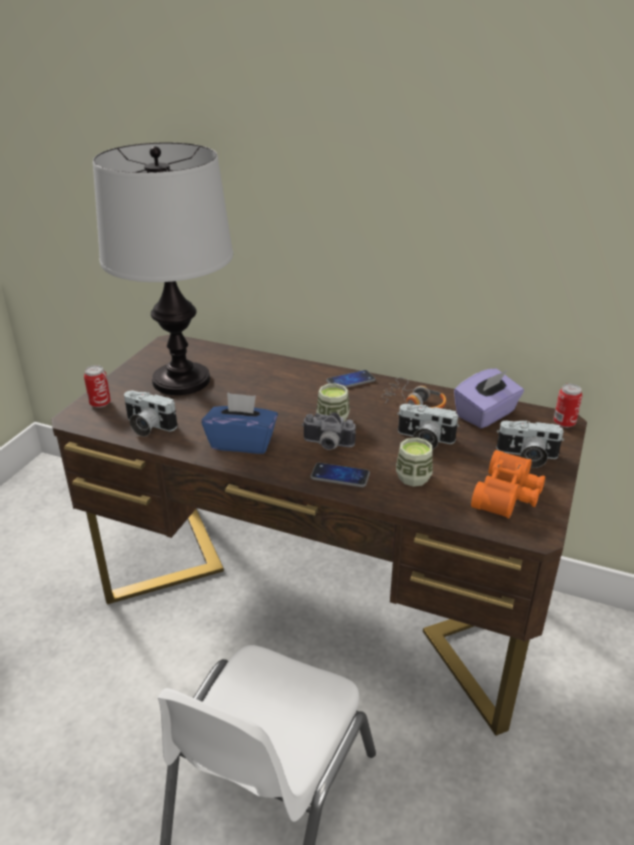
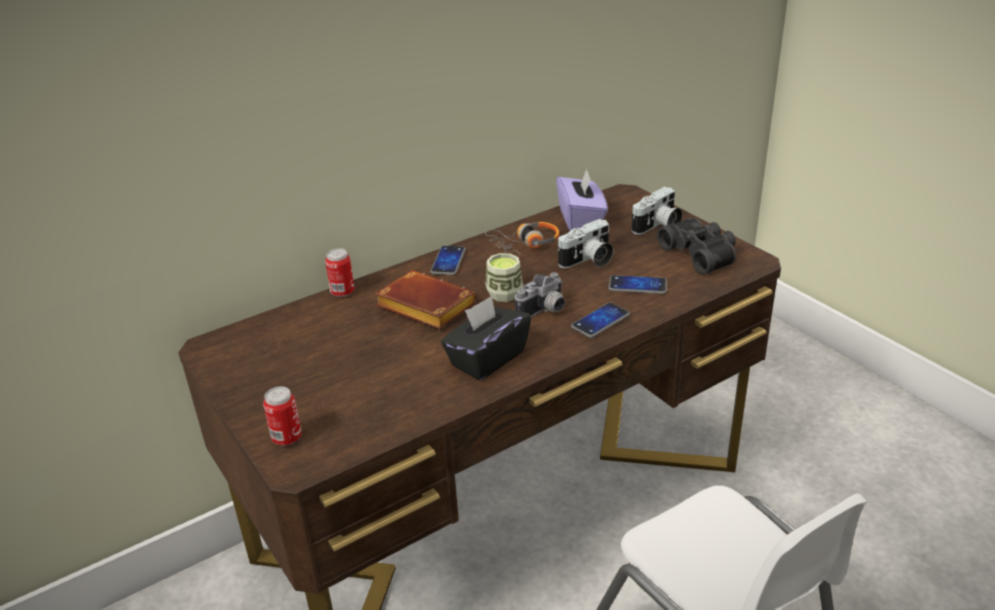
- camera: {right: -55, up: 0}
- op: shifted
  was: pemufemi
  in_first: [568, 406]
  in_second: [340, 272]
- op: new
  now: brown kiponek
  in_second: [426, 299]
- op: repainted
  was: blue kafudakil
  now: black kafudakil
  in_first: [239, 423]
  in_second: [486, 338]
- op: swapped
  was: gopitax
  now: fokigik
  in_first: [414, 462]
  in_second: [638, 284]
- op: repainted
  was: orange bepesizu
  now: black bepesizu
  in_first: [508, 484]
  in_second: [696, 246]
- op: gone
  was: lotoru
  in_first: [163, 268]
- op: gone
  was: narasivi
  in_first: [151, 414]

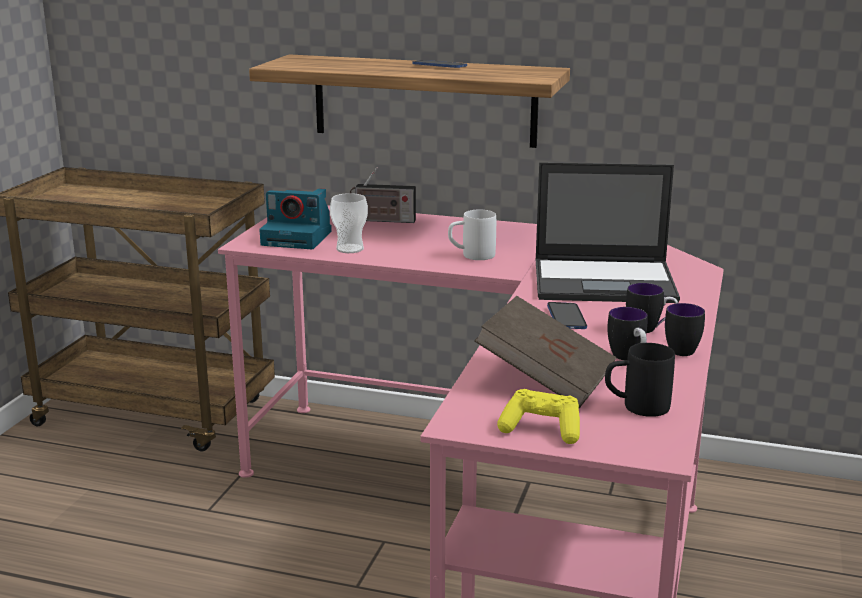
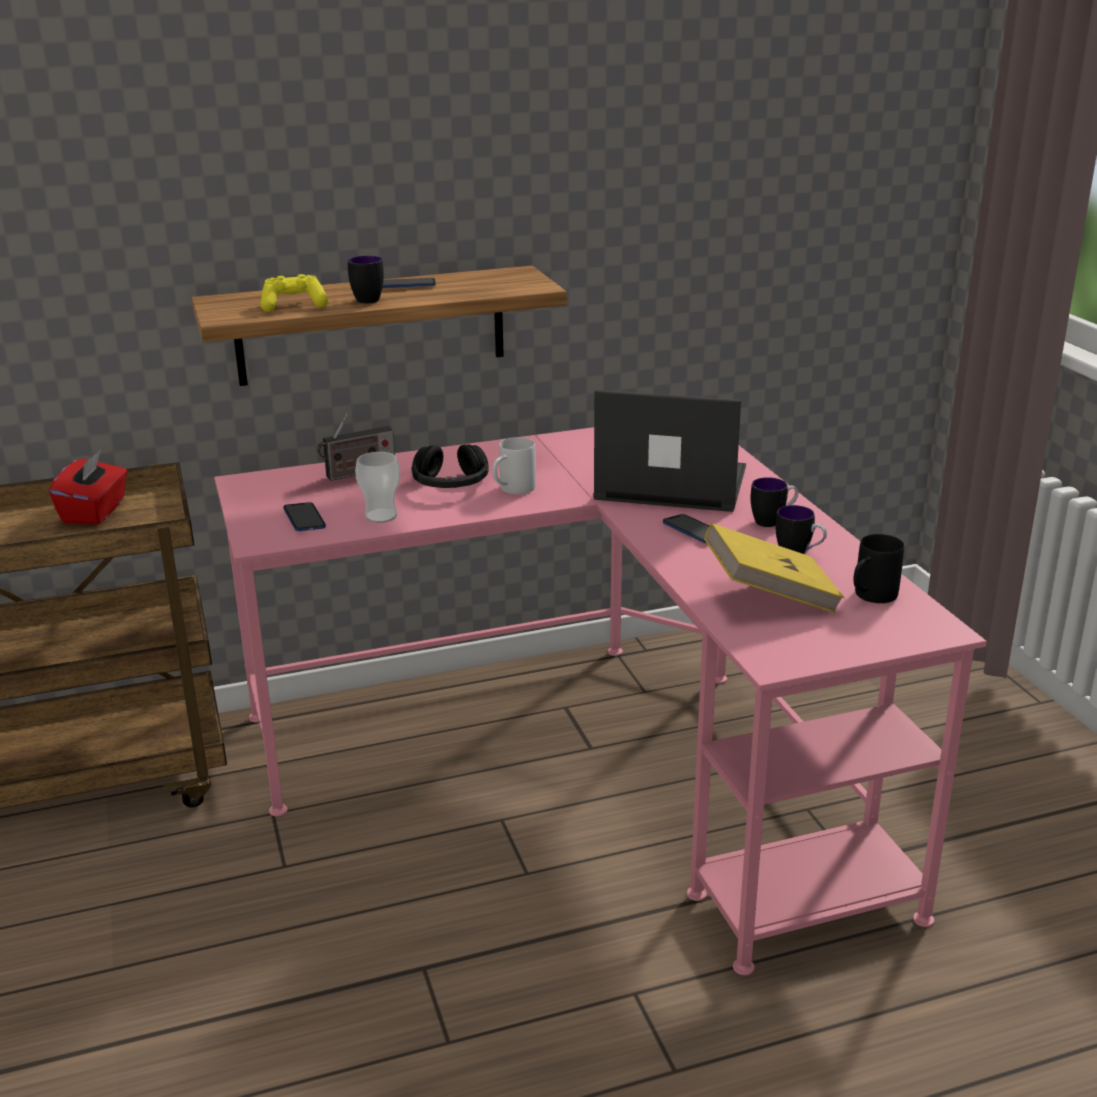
- camera: {right: -35, up: 5}
- op: new
  now: red kafudakil
  in_second: [88, 487]
- op: shifted
  was: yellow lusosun
  in_first: [538, 416]
  in_second: [294, 293]
- op: swapped
  was: narasivi
  now: fokigik
  in_first: [295, 218]
  in_second: [304, 516]
- op: shifted
  was: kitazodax
  in_first: [685, 329]
  in_second: [366, 280]
- op: new
  now: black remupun
  in_second: [450, 466]
- op: rotated
  was: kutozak
  in_first: [608, 232]
  in_second: [669, 451]
  clockwise: -135
- op: repainted
  was: brown kiponek
  now: yellow kiponek
  in_first: [545, 352]
  in_second: [774, 568]

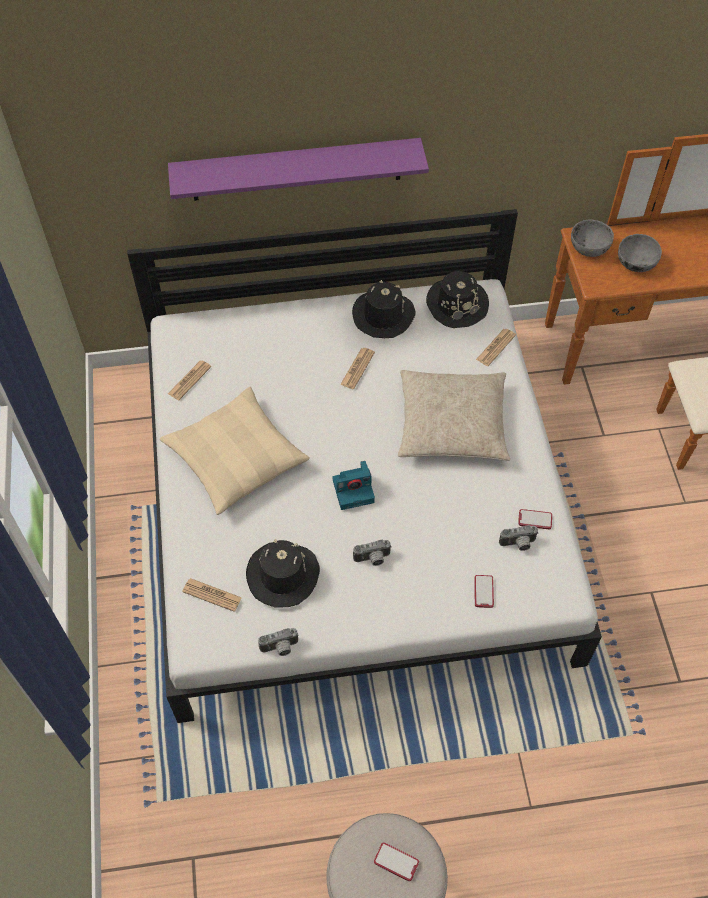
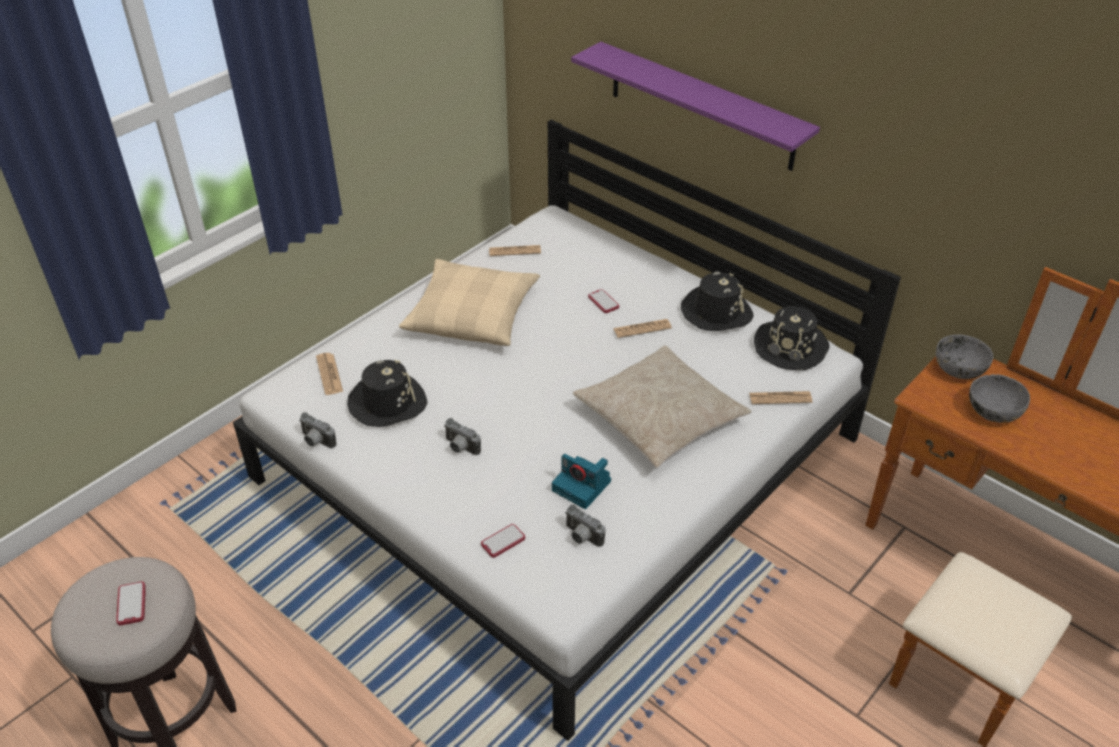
- camera: {right: 50, up: -15}
- op: shifted
  was: narasivi
  in_first: [353, 485]
  in_second: [581, 481]
- op: shifted
  was: fokigik
  in_first: [535, 519]
  in_second: [603, 301]

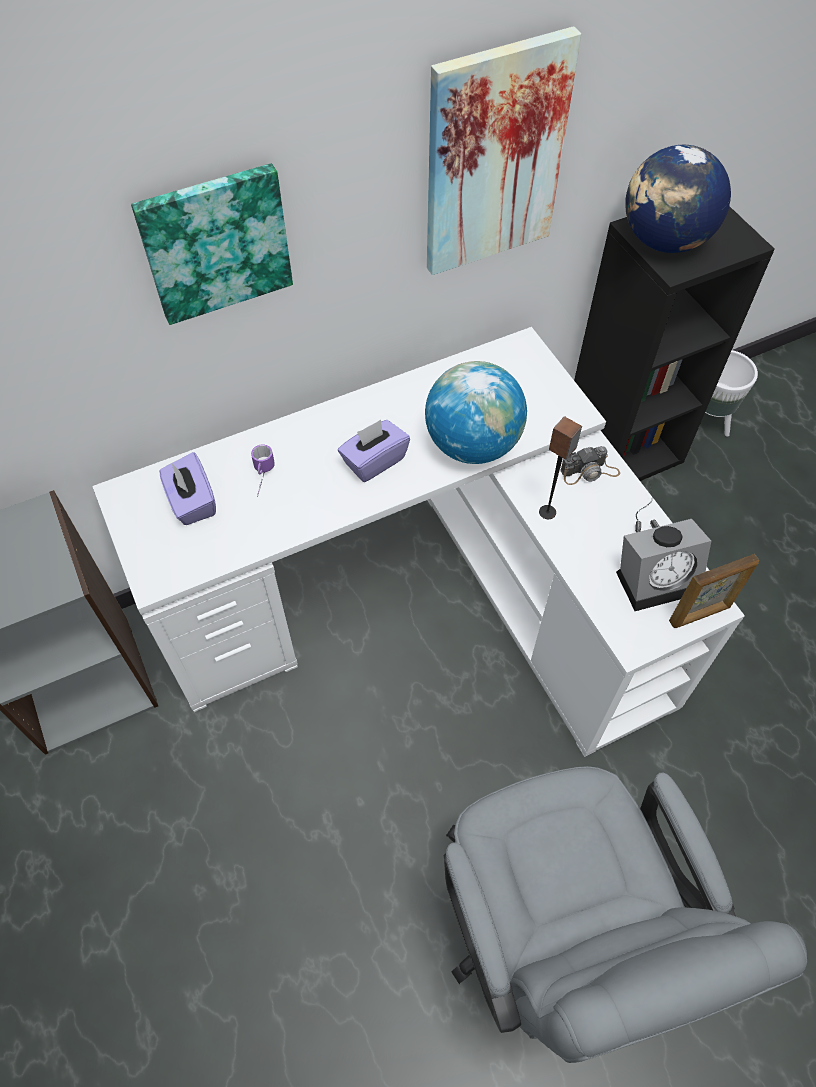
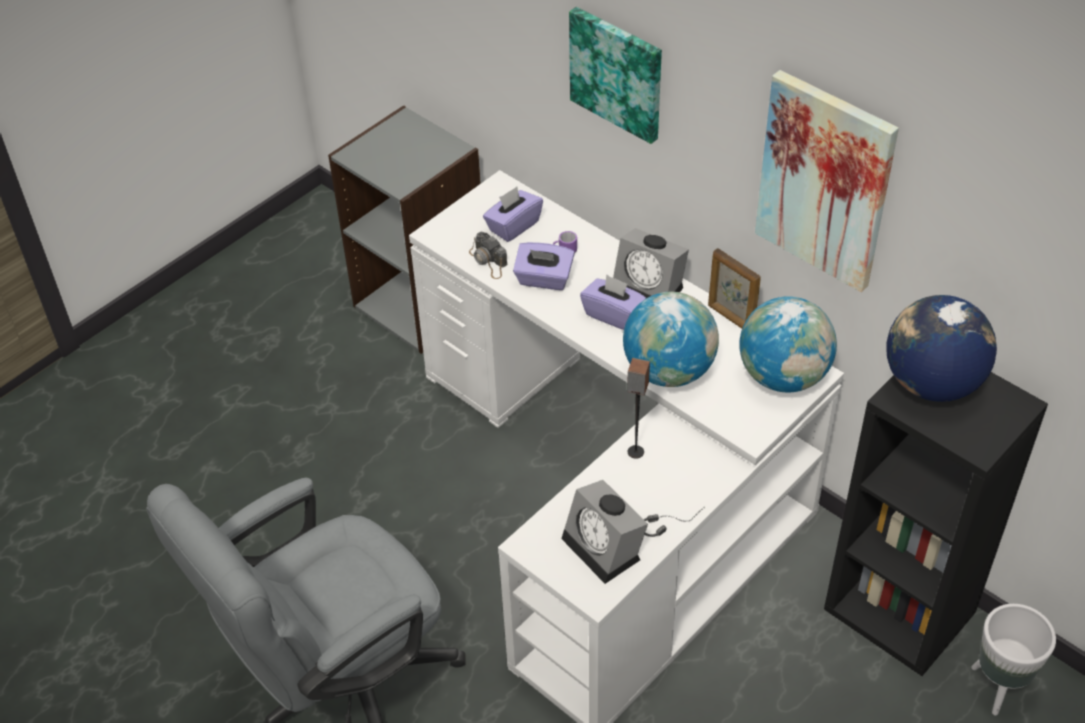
- camera: {right: 70, up: -10}
- op: shifted
  was: narasivi
  in_first: [590, 465]
  in_second: [488, 255]
- op: new
  now: purple kafudakil
  in_second: [544, 266]
- op: new
  now: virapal
  in_second: [651, 263]
- op: shifted
  was: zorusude
  in_first: [714, 591]
  in_second: [734, 288]
- op: new
  now: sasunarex
  in_second: [788, 344]

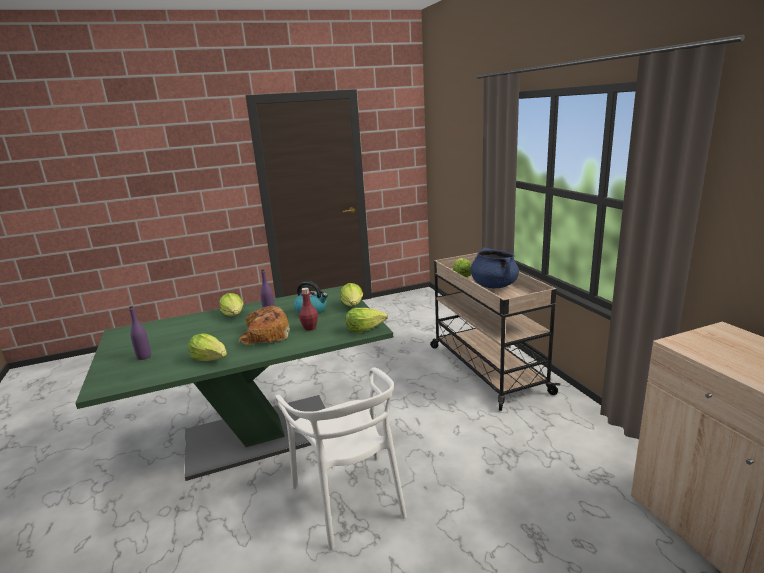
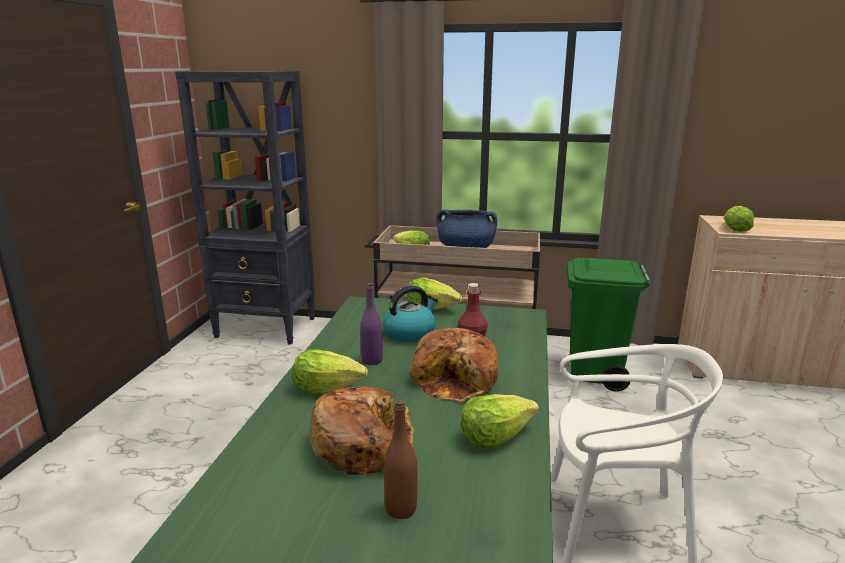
- camera: {right: -60, up: 0}
- op: new
  now: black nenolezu
  in_second: [245, 208]
- op: new
  now: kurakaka
  in_second: [362, 430]
- op: repainted
  was: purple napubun
  now: brown napubun
  in_first: [140, 333]
  in_second: [400, 459]
- op: new
  now: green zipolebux
  in_second: [609, 325]
- op: shifted
  was: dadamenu
  in_first: [367, 320]
  in_second: [739, 219]

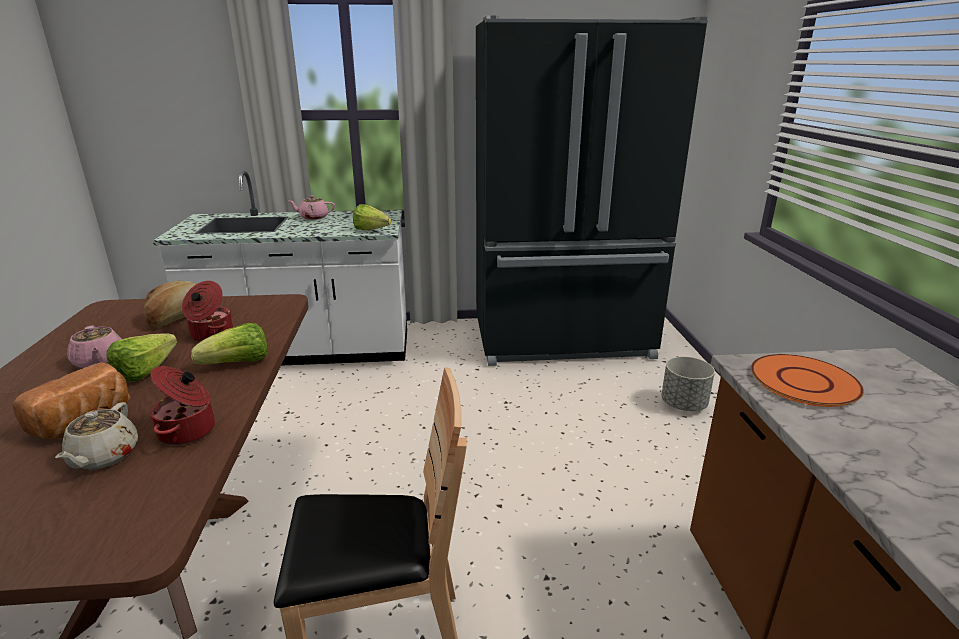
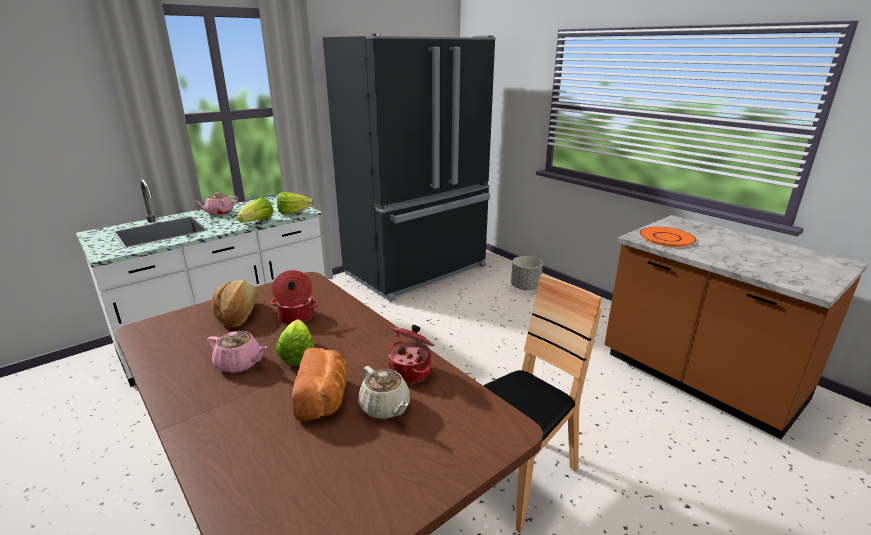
- camera: {right: -35, up: 0}
- op: shifted
  was: dadamenu
  in_first: [229, 343]
  in_second: [255, 210]

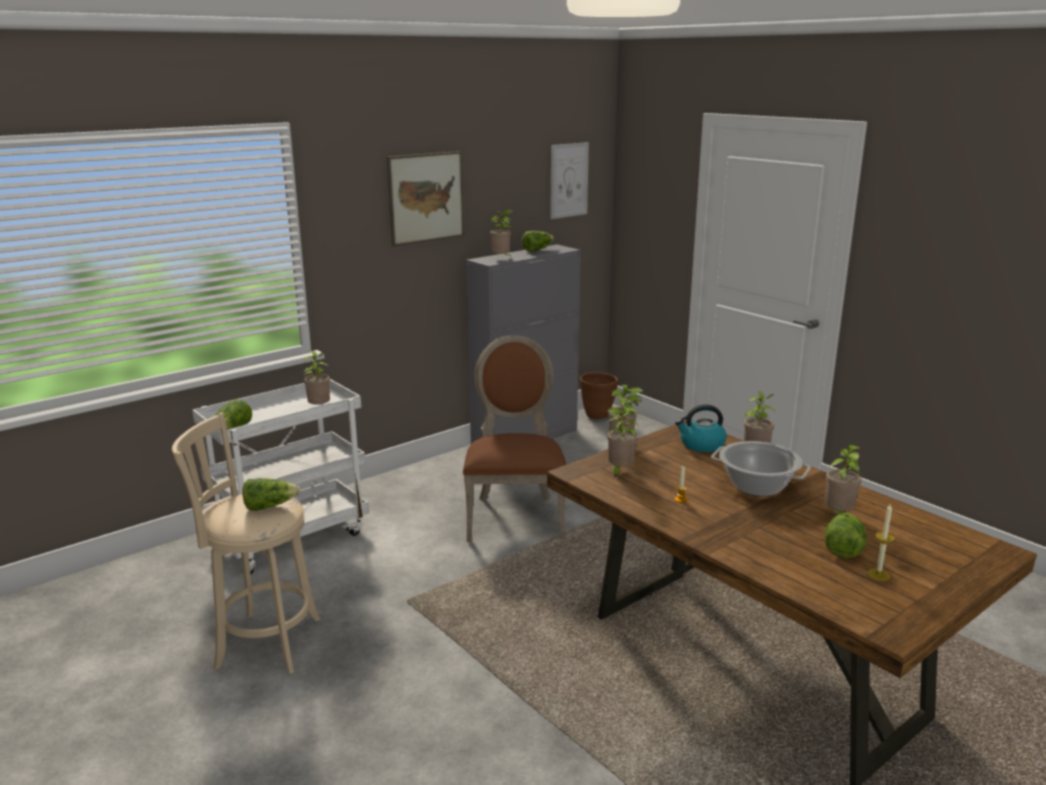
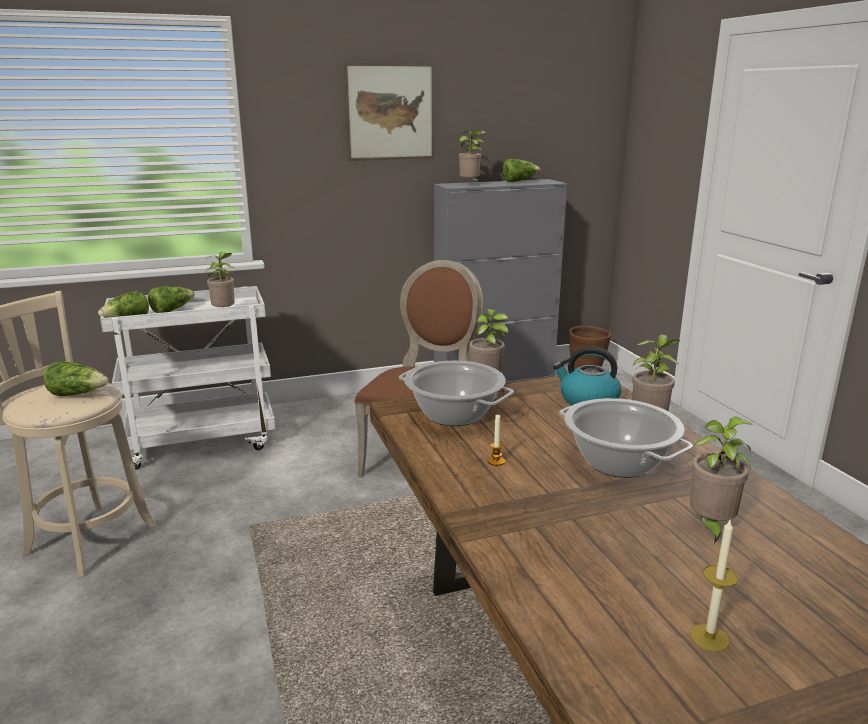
- camera: {right: 20, up: 0}
- op: shifted
  was: dadamenu
  in_first: [846, 535]
  in_second: [171, 299]
- op: swapped
  was: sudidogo
  now: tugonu
  in_first: [623, 442]
  in_second: [456, 393]
- op: gone
  was: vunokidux
  in_first: [569, 180]

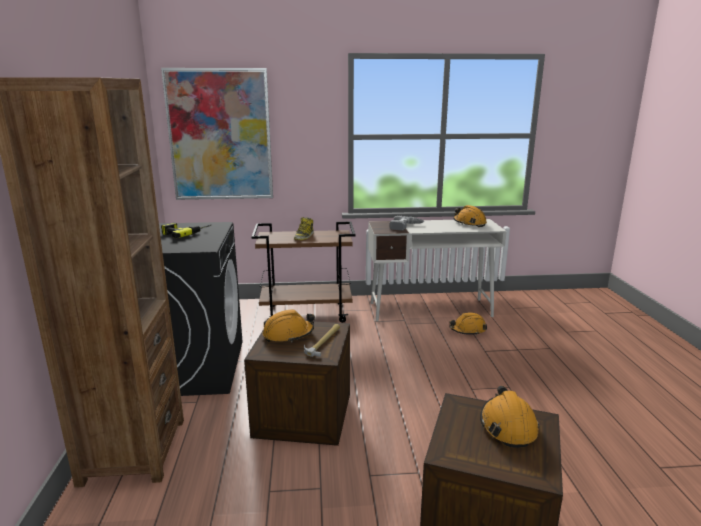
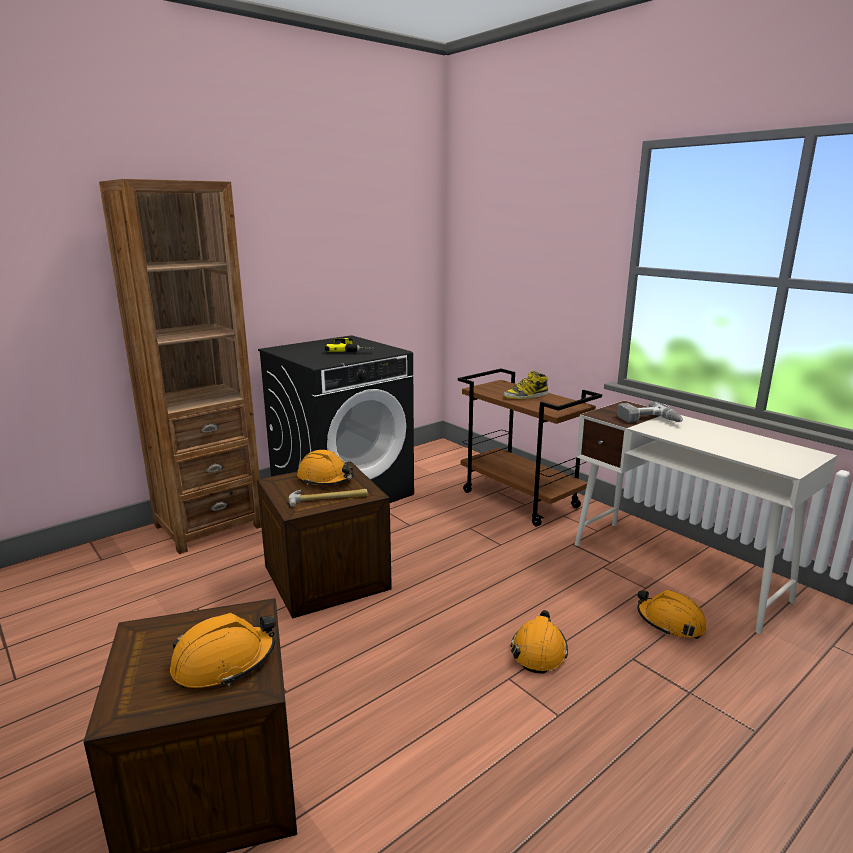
- camera: {right: 55, up: 0}
- op: shifted
  was: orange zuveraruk
  in_first: [470, 216]
  in_second: [539, 642]
- op: gone
  was: vunokidux
  in_first: [217, 134]

